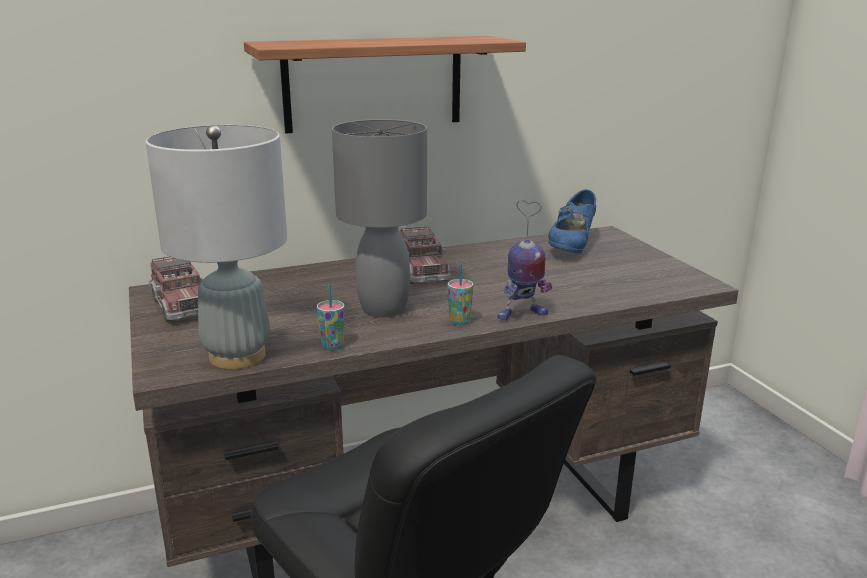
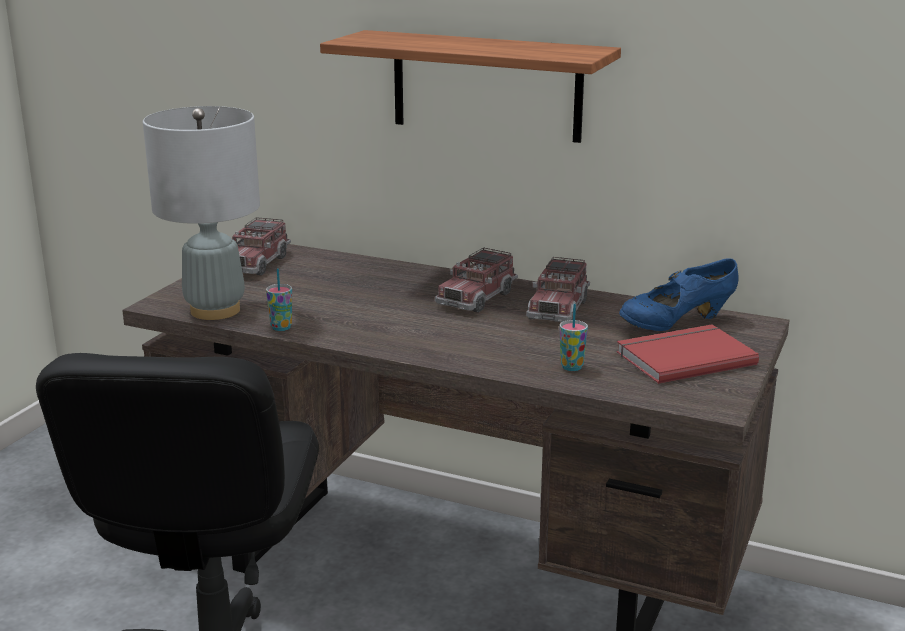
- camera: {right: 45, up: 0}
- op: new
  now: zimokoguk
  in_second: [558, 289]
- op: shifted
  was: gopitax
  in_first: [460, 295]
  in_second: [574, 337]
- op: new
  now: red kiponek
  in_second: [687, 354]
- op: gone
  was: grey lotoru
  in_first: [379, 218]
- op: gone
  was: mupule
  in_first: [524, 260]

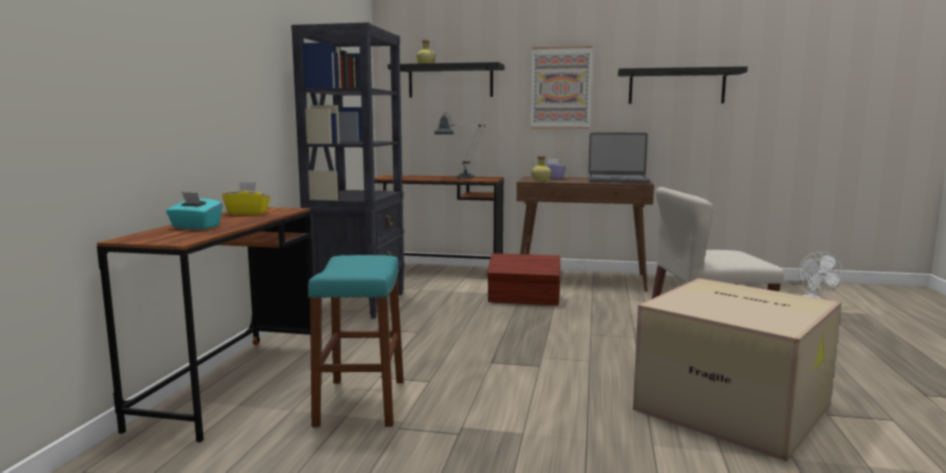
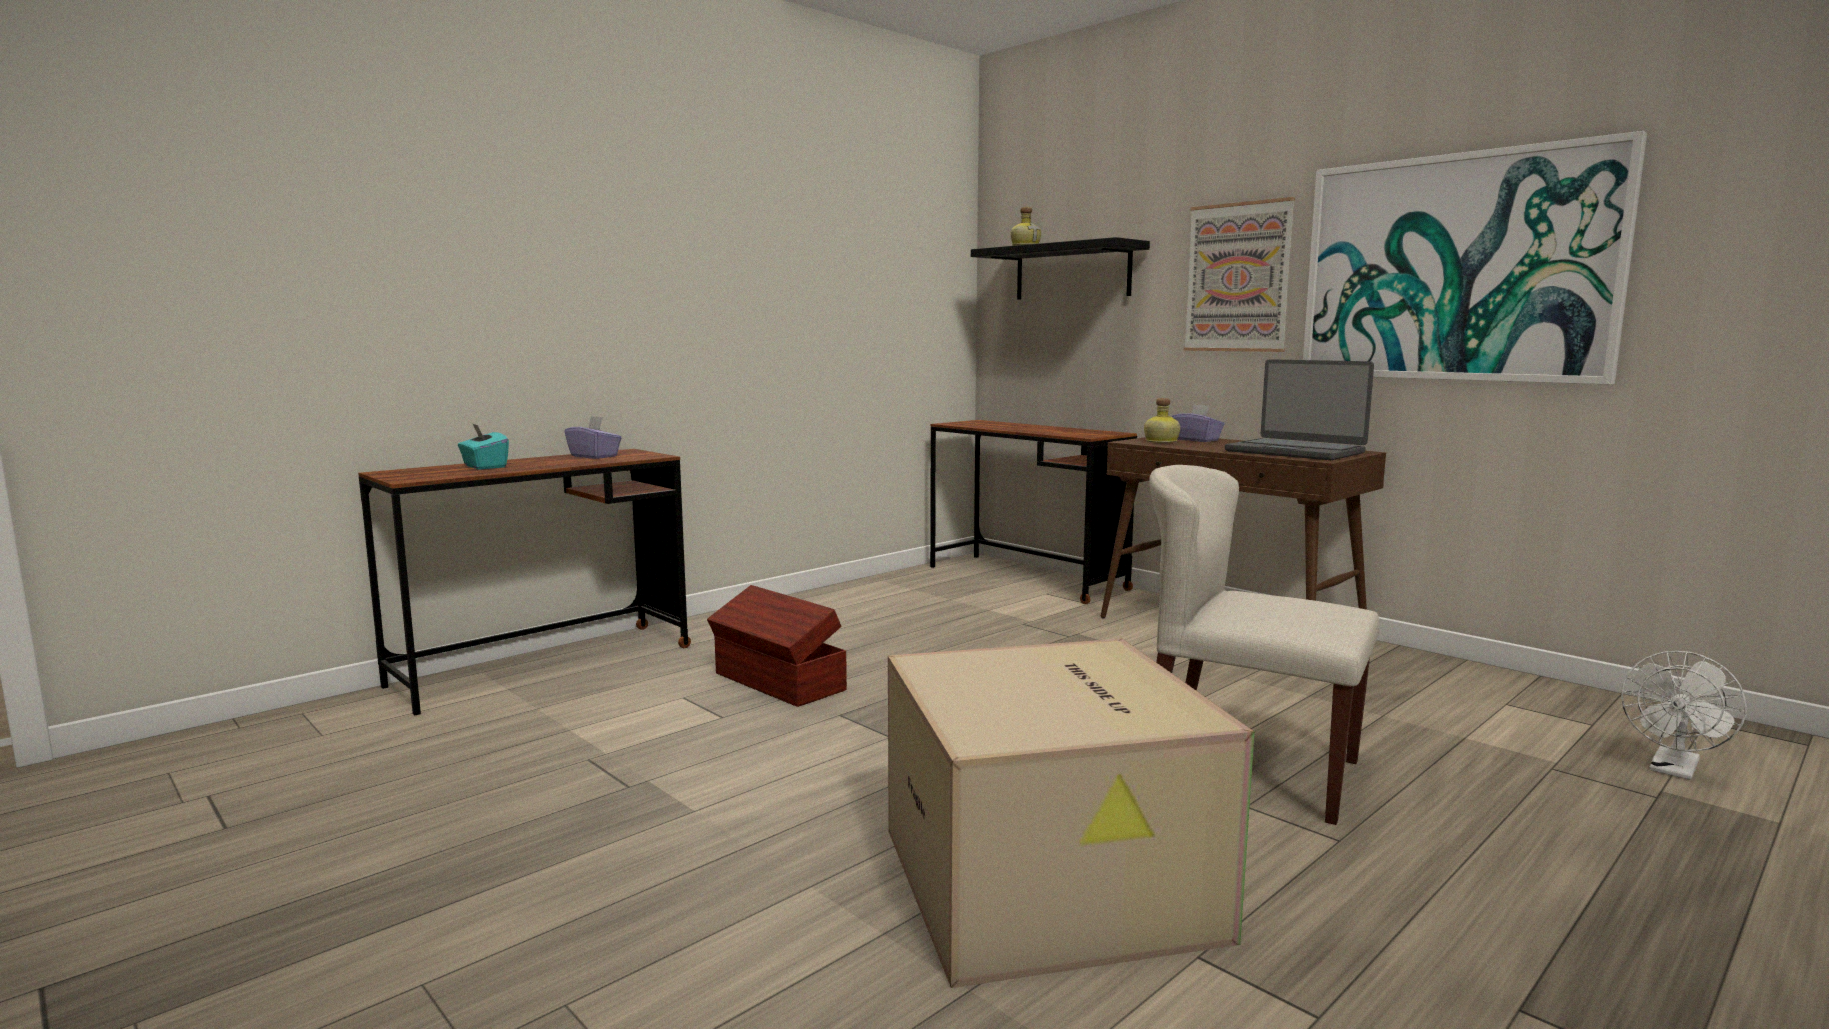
- camera: {right: 35, up: 0}
- op: repainted
  was: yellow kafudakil
  now: purple kafudakil
  in_first: [246, 198]
  in_second: [593, 437]
- op: shifted
  was: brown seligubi
  in_first: [523, 279]
  in_second: [777, 646]
- op: swapped
  was: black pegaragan
  now: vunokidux
  in_first: [683, 85]
  in_second: [1475, 258]
- op: gone
  was: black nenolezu
  in_first: [348, 170]
- op: gone
  was: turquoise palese
  in_first: [356, 341]
- op: gone
  was: lotoru
  in_first: [459, 145]

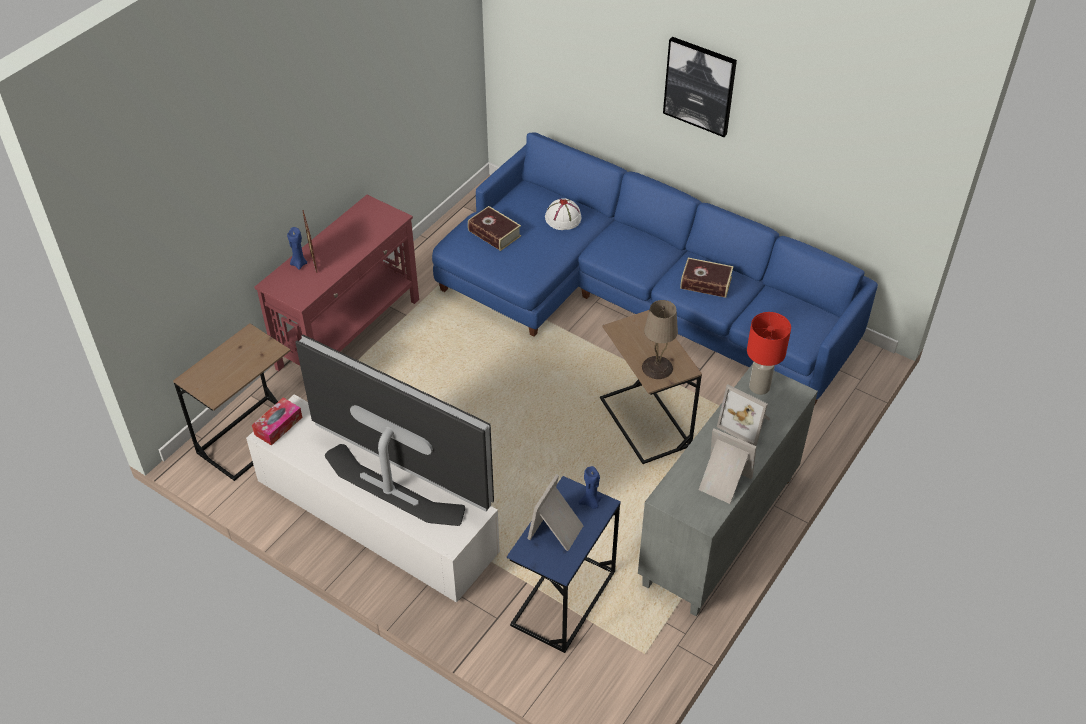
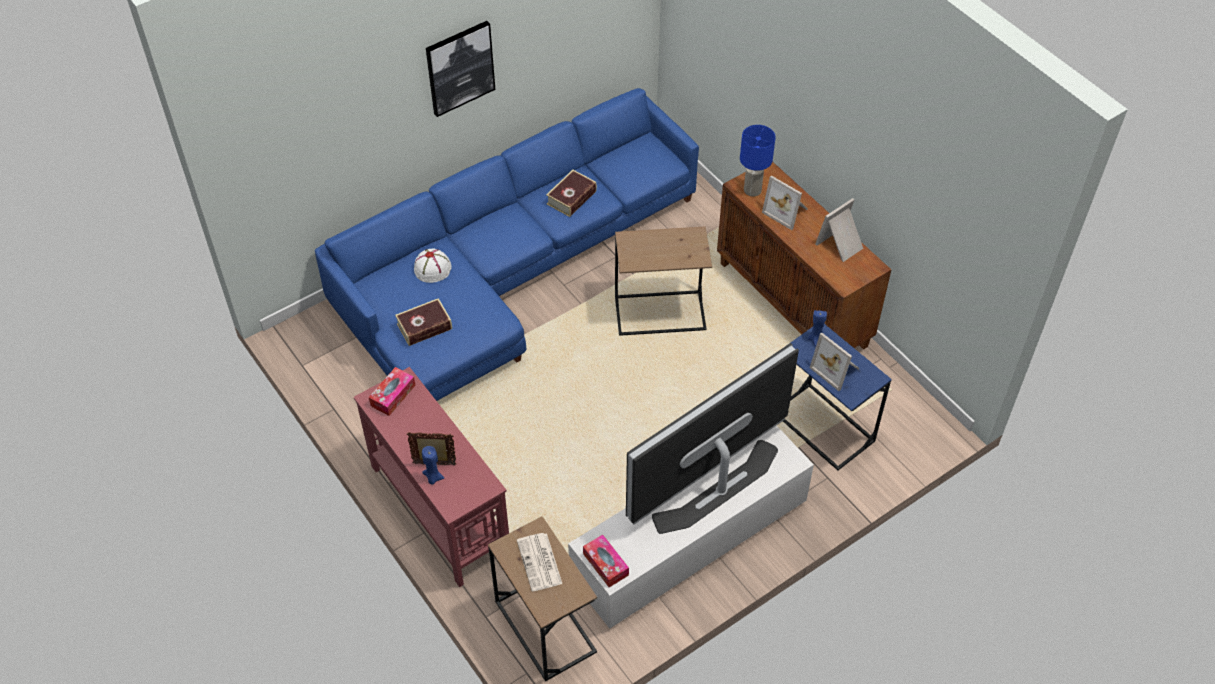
- camera: {right: -70, up: 5}
- op: new
  now: kafudakil
  in_second: [392, 391]
- op: new
  now: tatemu
  in_second: [539, 562]
- op: repainted
  was: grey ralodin
  now: brown ralodin
  in_first: [728, 490]
  in_second: [804, 256]
- op: repainted
  was: red lotoru
  now: blue lotoru
  in_first: [769, 353]
  in_second: [758, 161]
- op: rotated
  was: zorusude
  in_first: [743, 415]
  in_second: [785, 202]
  clockwise: 75
- op: gone
  was: beige lotoru
  in_first: [660, 339]

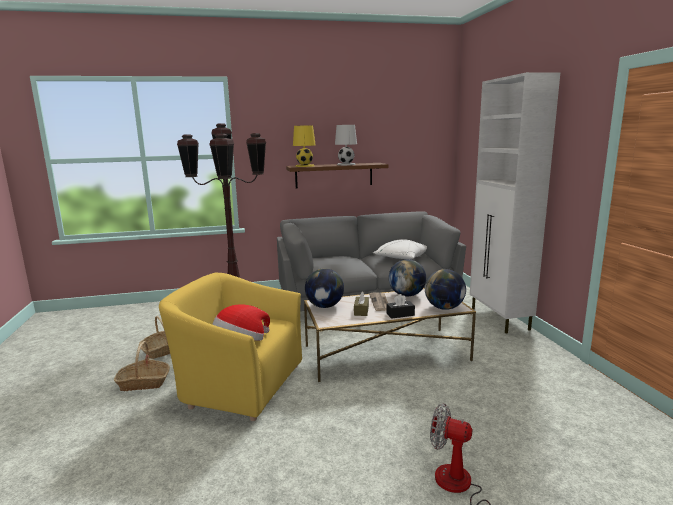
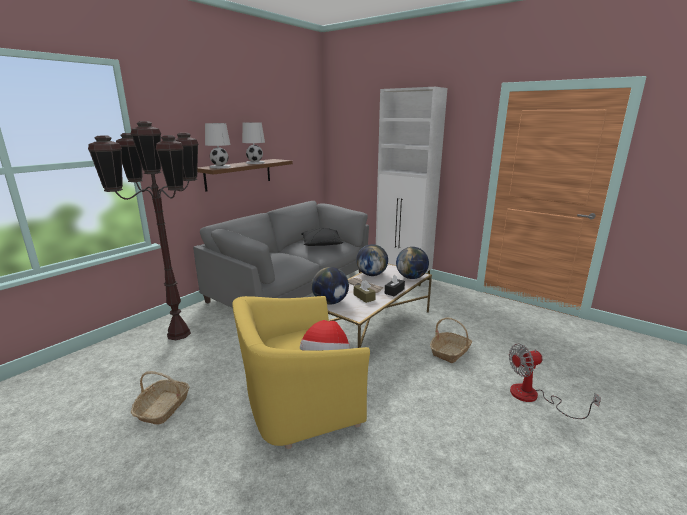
- camera: {right: -40, up: 5}
- op: repainted
  was: yellow lotoru
  now: white lotoru
  in_first: [304, 146]
  in_second: [218, 145]
- op: repainted
  was: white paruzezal
  now: black paruzezal
  in_first: [400, 249]
  in_second: [322, 237]
- op: shifted
  was: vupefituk
  in_first: [142, 366]
  in_second: [451, 340]

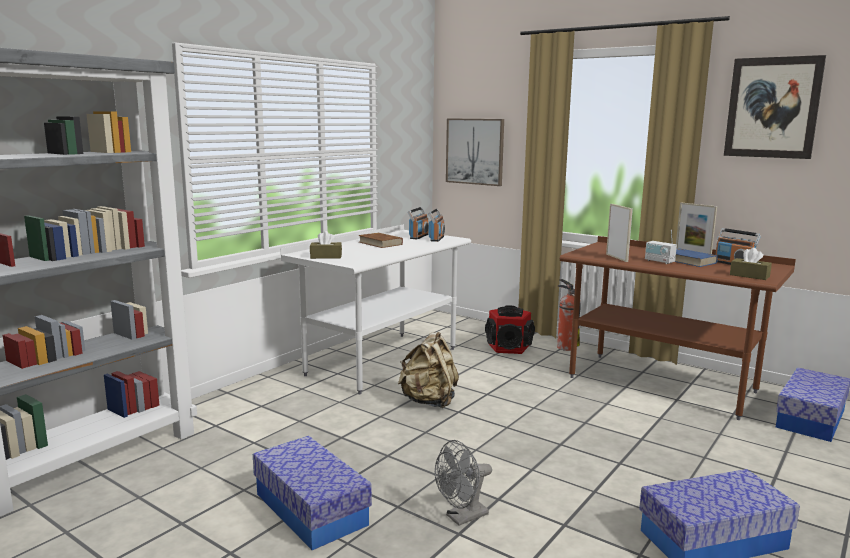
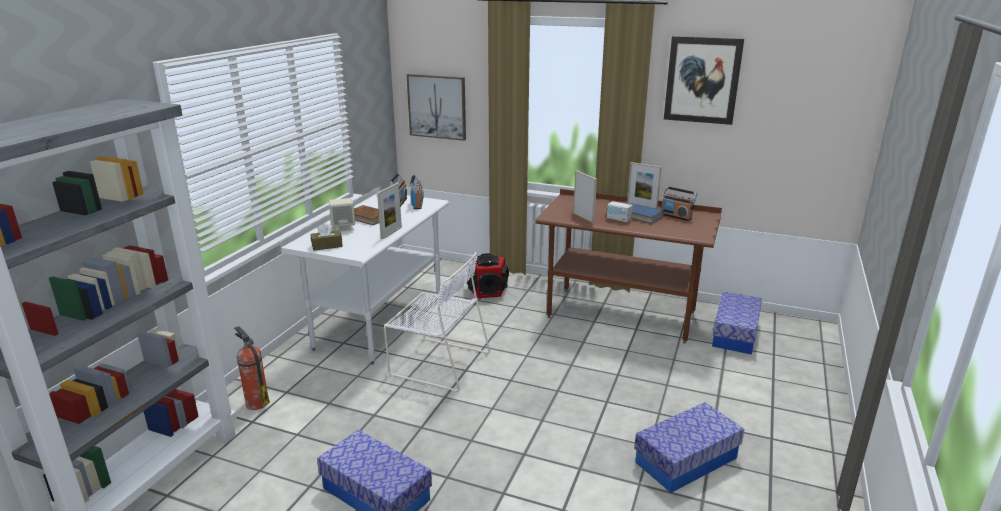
- camera: {right: -15, up: 10}
- op: shifted
  was: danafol
  in_first: [569, 315]
  in_second: [252, 368]
- op: new
  now: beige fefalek
  in_second: [342, 214]
- op: new
  now: zorusude
  in_second: [389, 211]
- op: swapped
  was: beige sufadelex
  now: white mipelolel
  in_first: [428, 370]
  in_second: [437, 322]
- op: gone
  was: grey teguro
  in_first: [463, 483]
- op: gone
  was: brown kafudakil
  in_first: [751, 264]

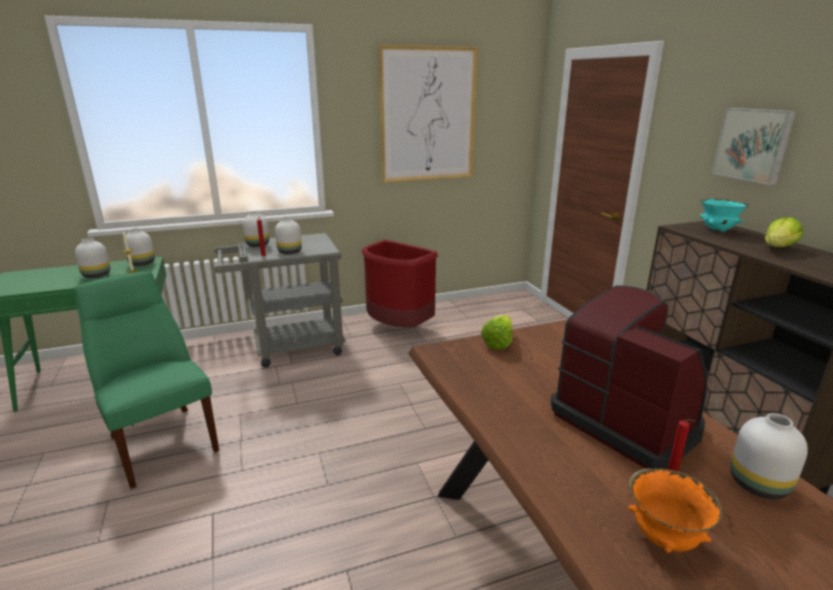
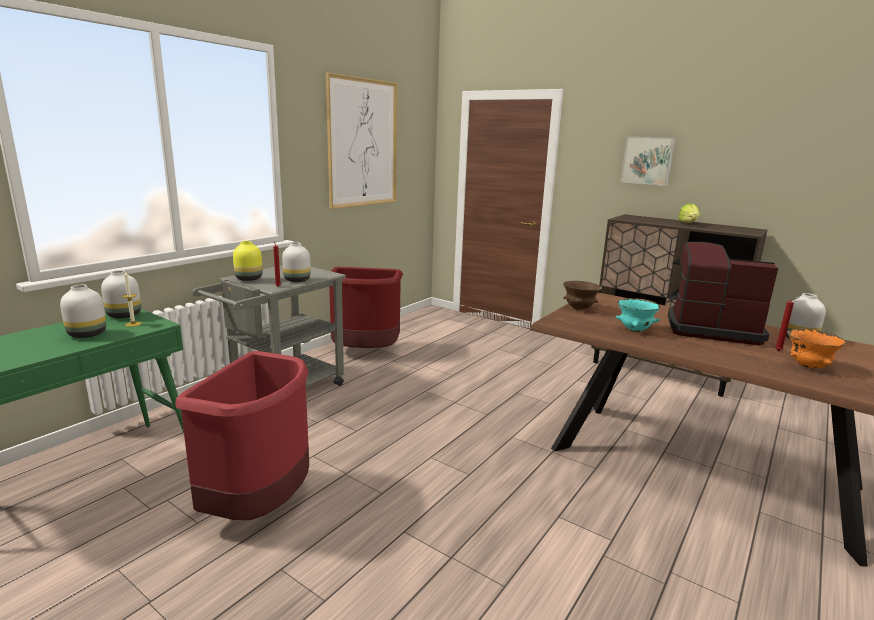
- camera: {right: -35, up: -5}
- op: swapped
  was: green mipelolel
  now: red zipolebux
  in_first: [146, 380]
  in_second: [242, 435]
- op: repainted
  was: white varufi
  now: yellow varufi
  in_first: [256, 229]
  in_second: [248, 261]
- op: swapped
  was: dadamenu
  now: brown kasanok
  in_first: [497, 332]
  in_second: [582, 295]
- op: shifted
  was: turquoise kasanok
  in_first: [724, 215]
  in_second: [638, 315]

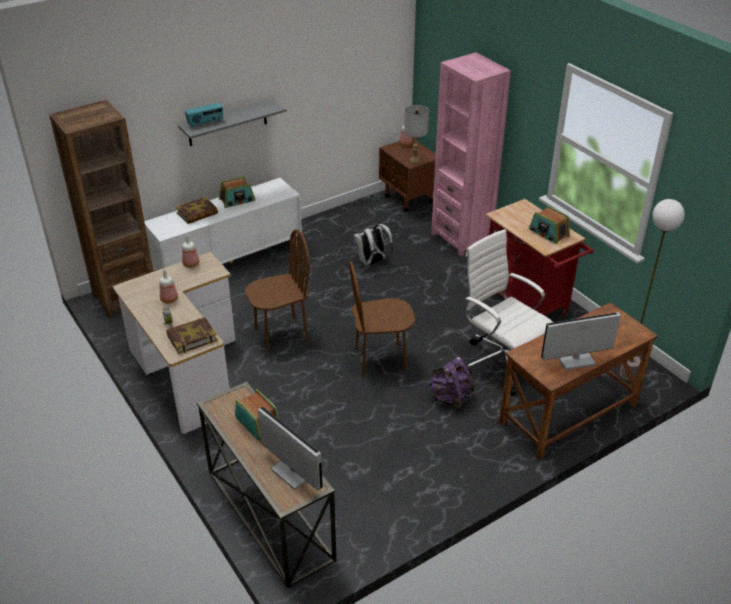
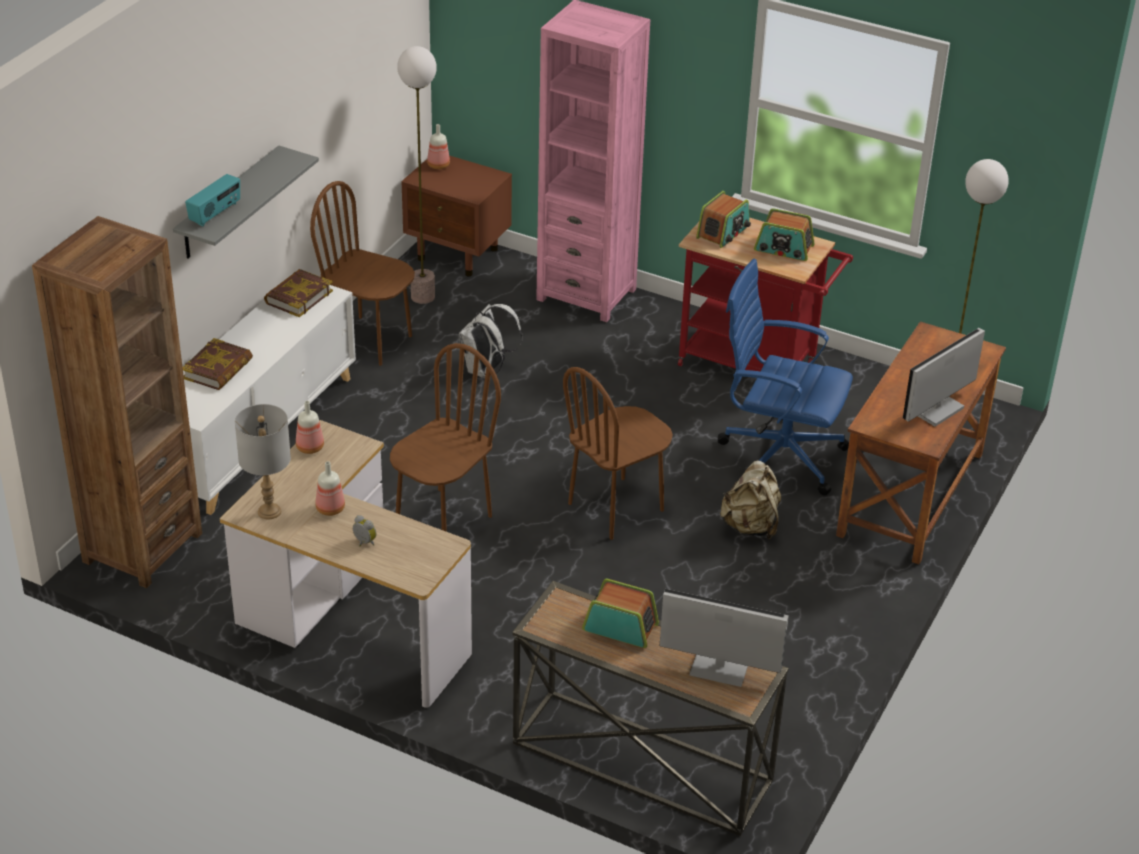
- camera: {right: -30, up: 0}
- op: shifted
  was: grey lotoru
  in_first: [416, 134]
  in_second: [263, 461]
- op: shifted
  was: kiponek
  in_first: [192, 335]
  in_second: [298, 293]
- op: new
  now: brown mipelolel
  in_second: [362, 273]
- op: new
  now: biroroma
  in_second: [417, 175]
- op: shifted
  was: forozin
  in_first: [237, 192]
  in_second: [723, 219]
- op: repainted
  was: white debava
  now: blue debava
  in_first: [509, 312]
  in_second: [785, 377]
- op: repainted
  was: purple sufadelex
  now: beige sufadelex
  in_first: [451, 383]
  in_second: [750, 500]

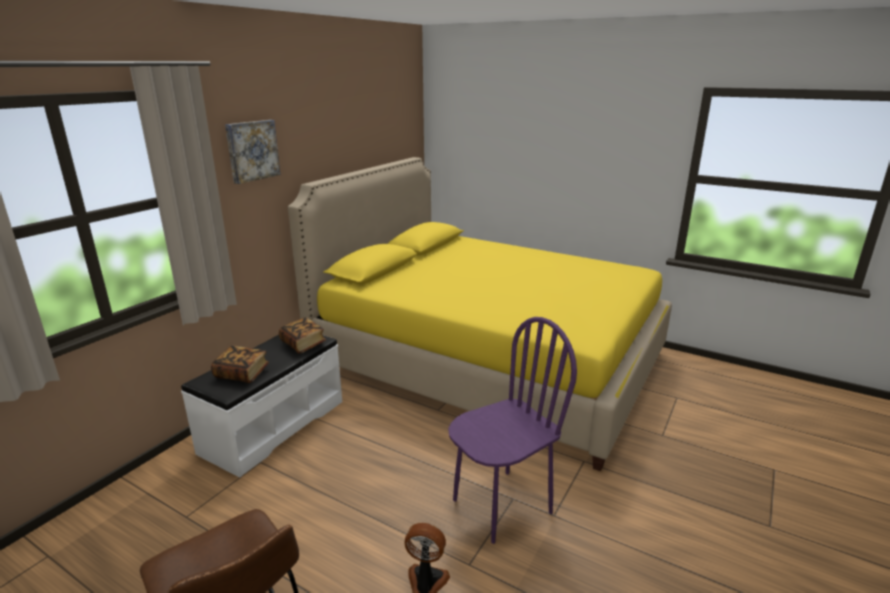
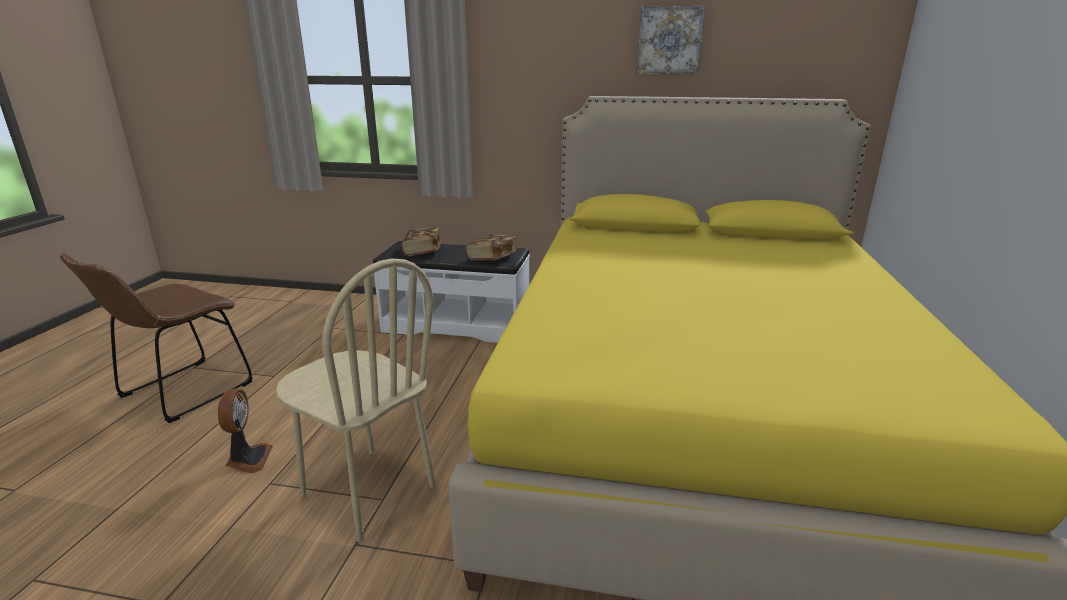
- camera: {right: 70, up: 0}
- op: repainted
  was: purple mipelolel
  now: beige mipelolel
  in_first: [512, 430]
  in_second: [355, 400]
- op: shifted
  was: vunokidux
  in_first: [253, 152]
  in_second: [671, 40]

